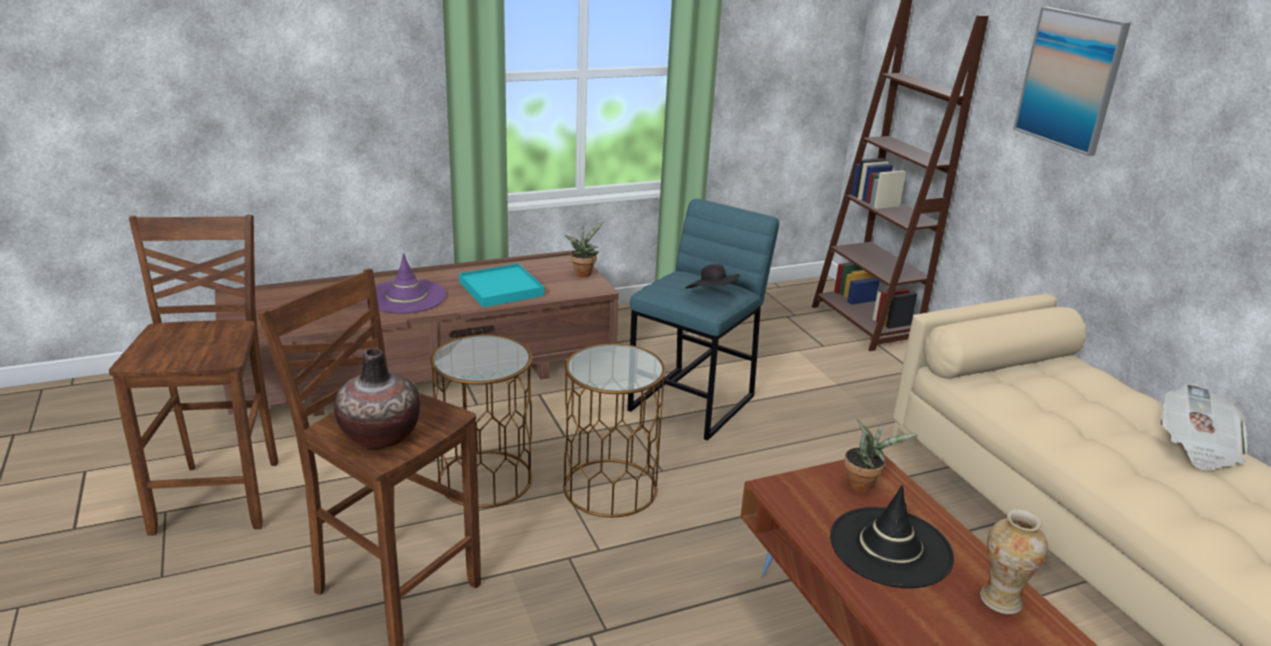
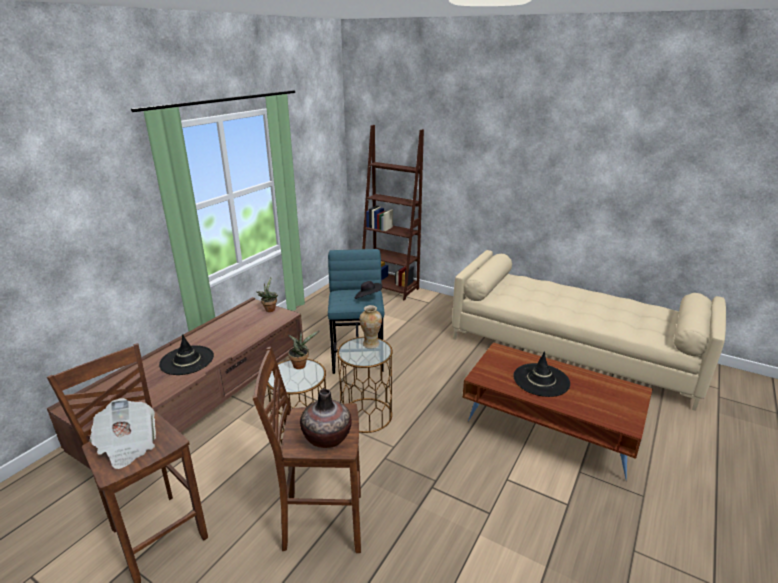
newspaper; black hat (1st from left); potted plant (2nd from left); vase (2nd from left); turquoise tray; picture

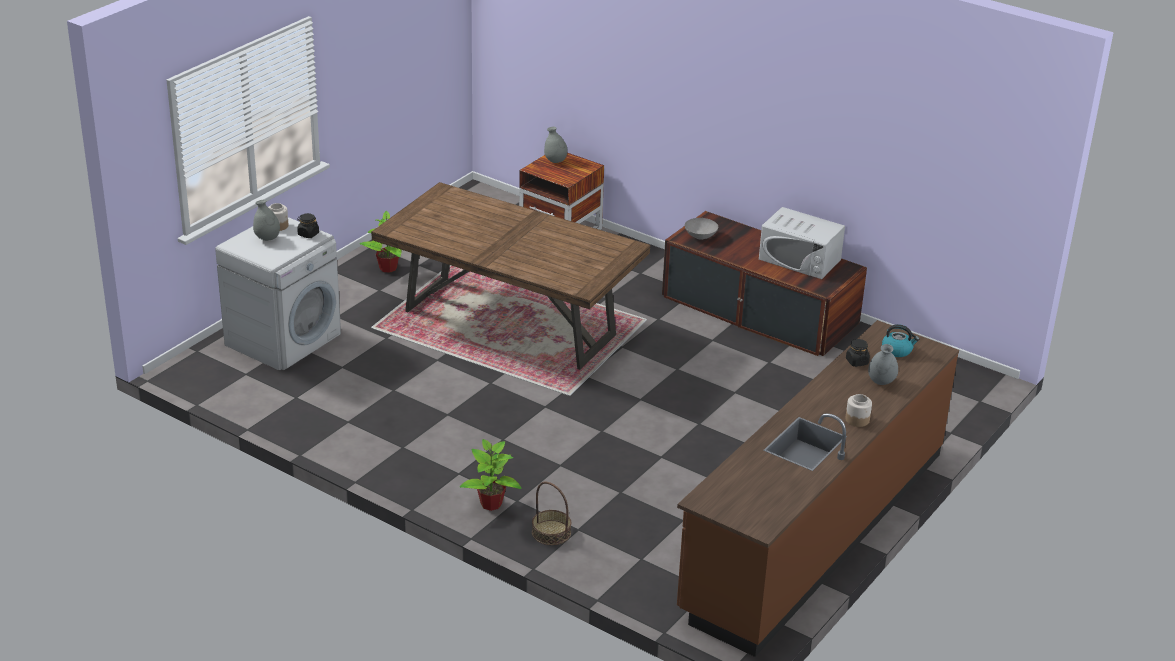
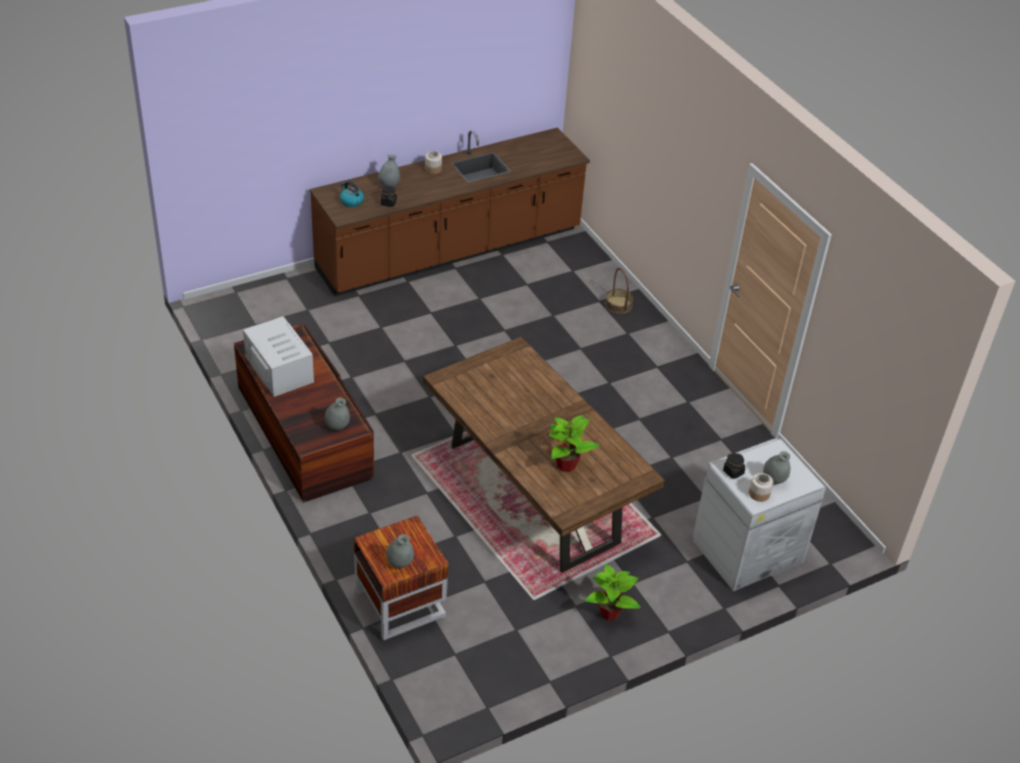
grey vase (1st from left); potted plant (1st from left)

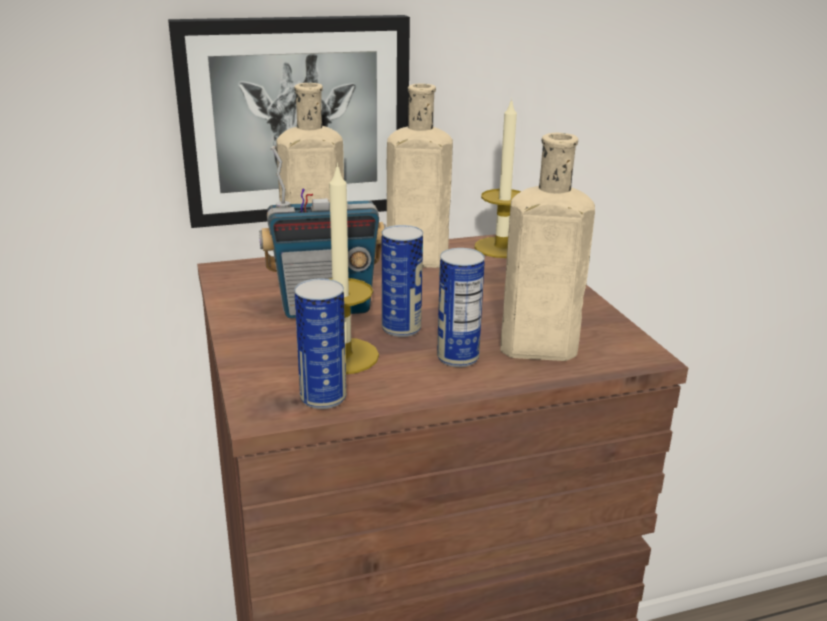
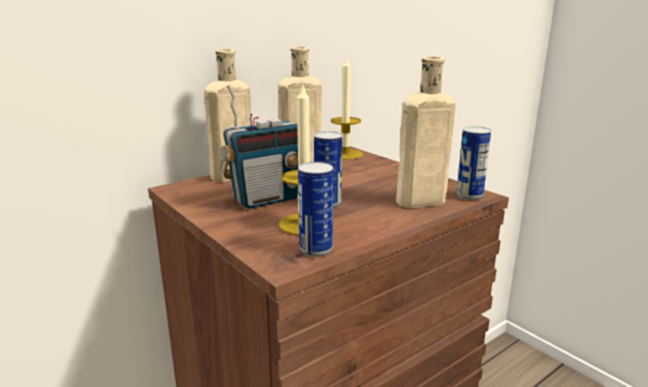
can (3rd from left); picture

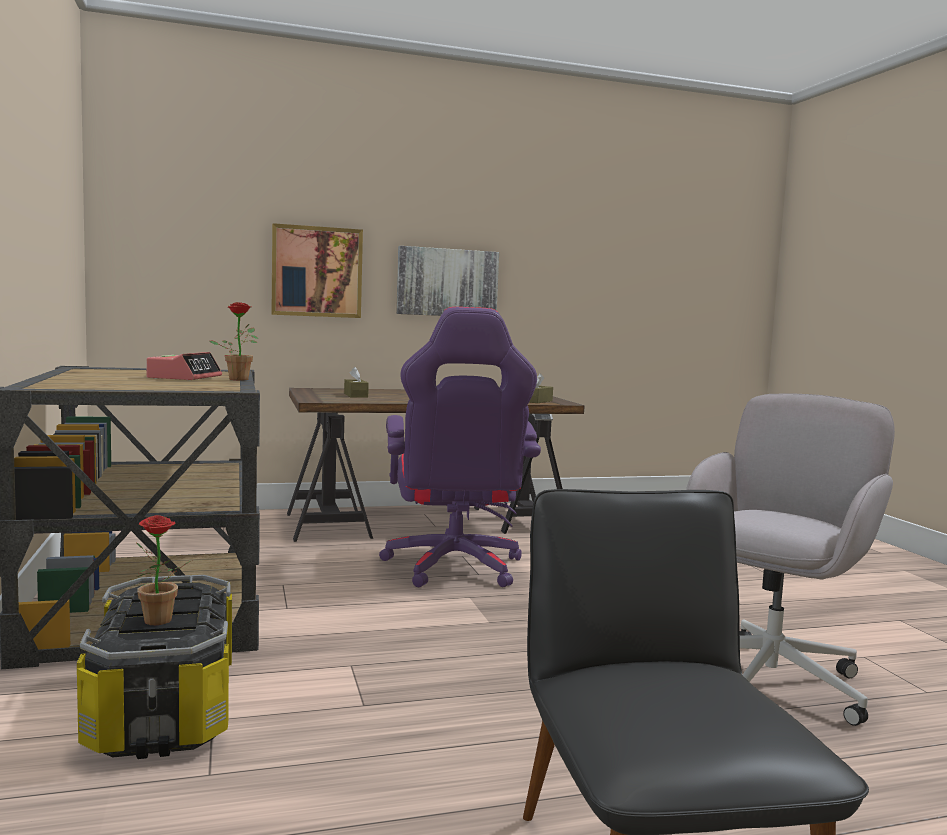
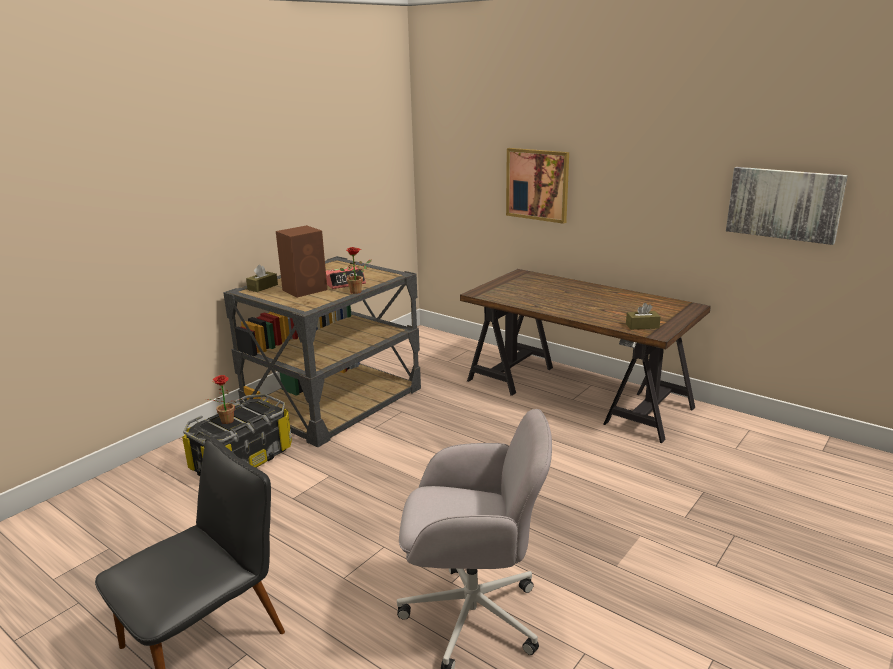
brown tissue box (1st from left); brown speaker; picture (2nd from left); purple office chair

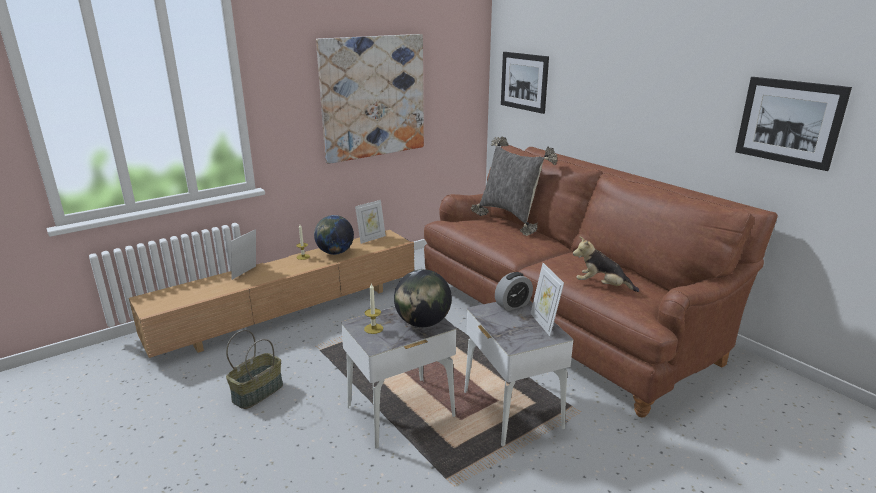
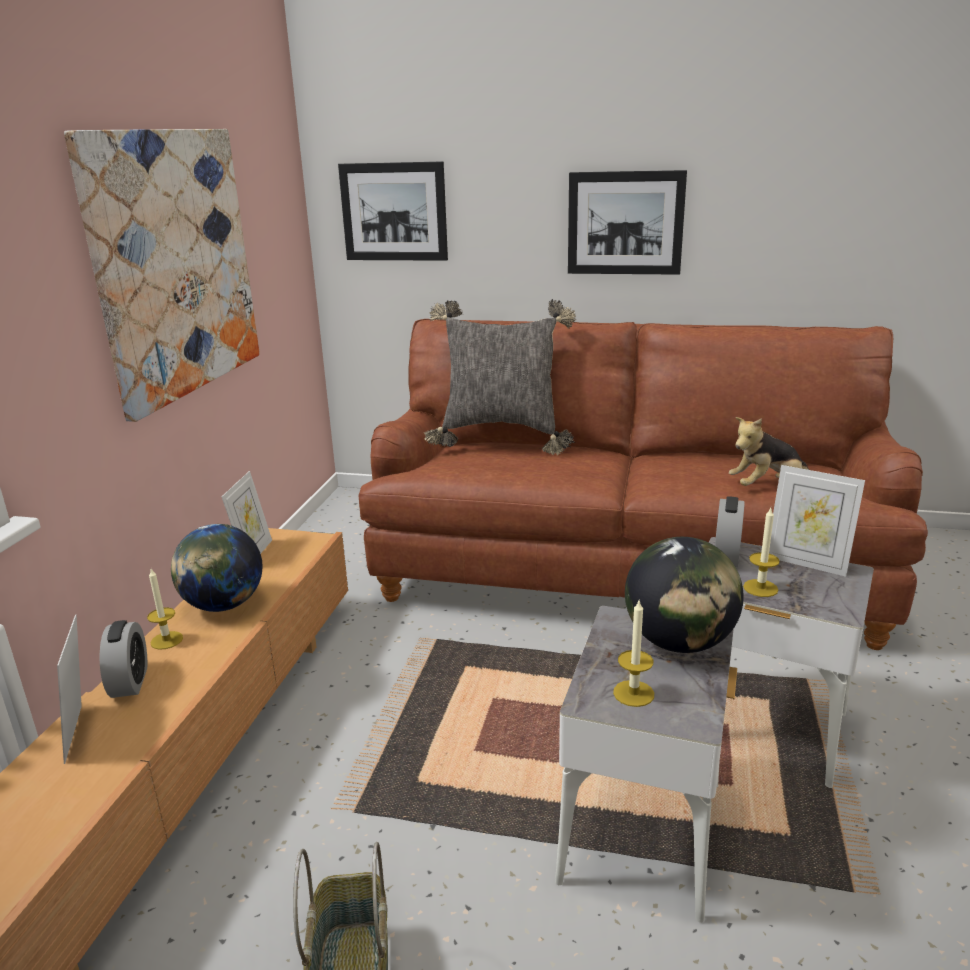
alarm clock (1st from left); picture (3rd from left); candle (3rd from left)

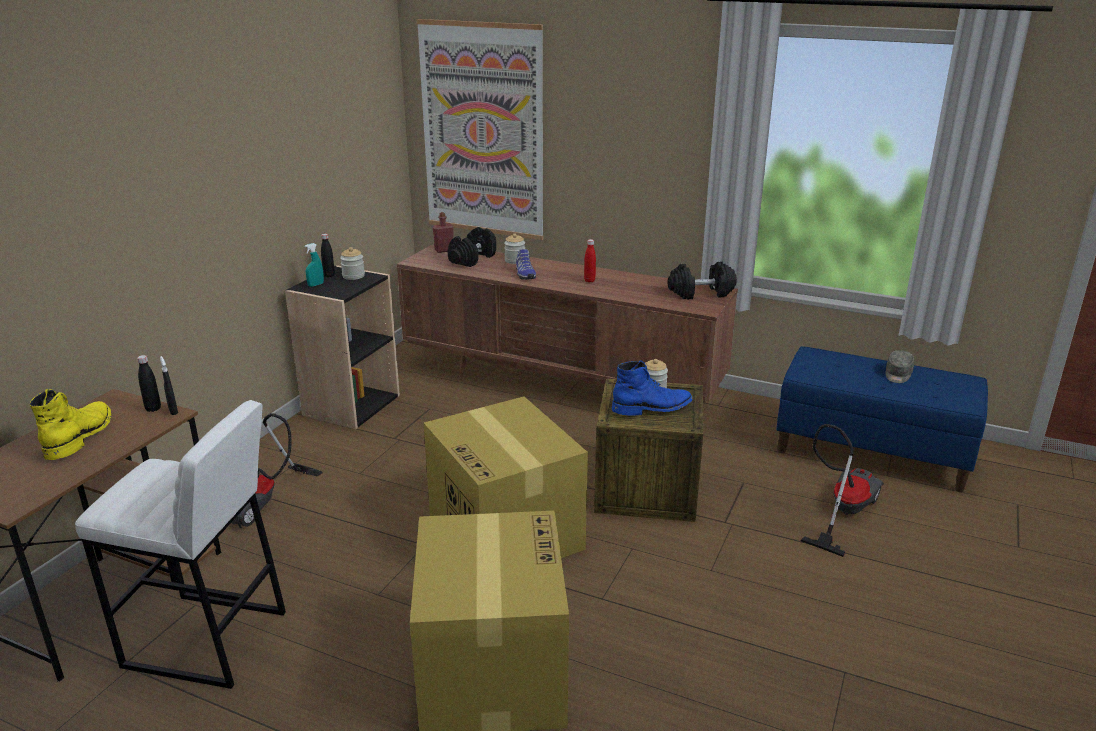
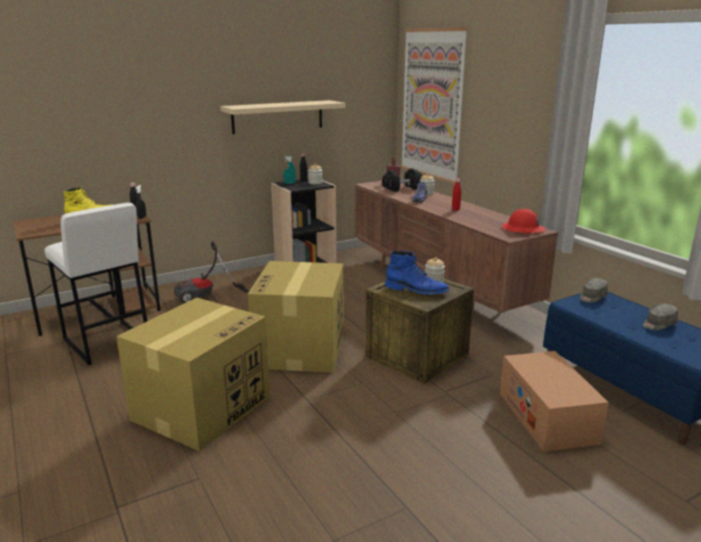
beige shelf; cardboard box (3rd from left); red hard hat; grey cap (1st from left)

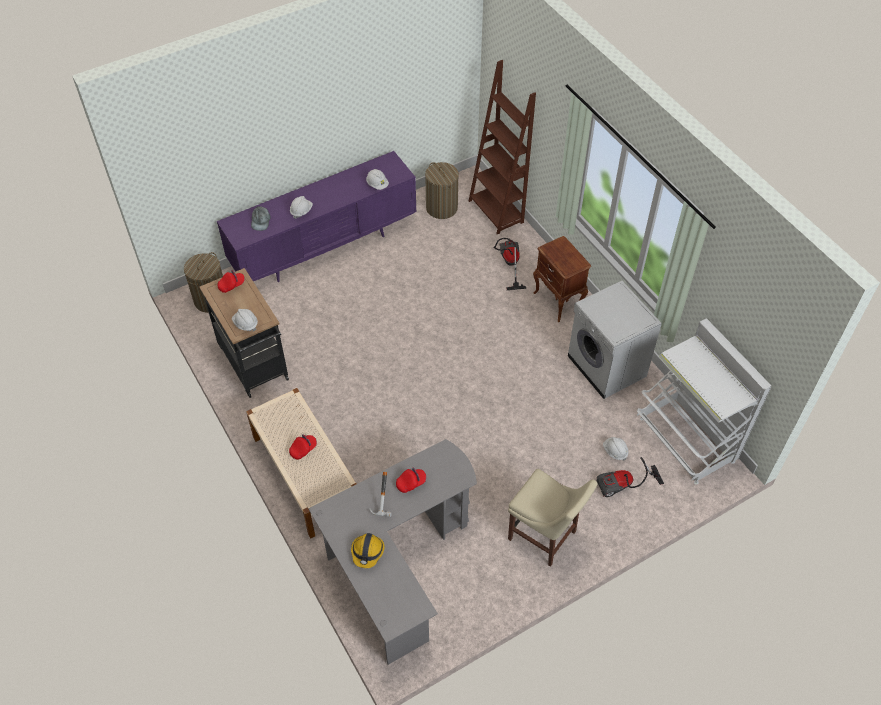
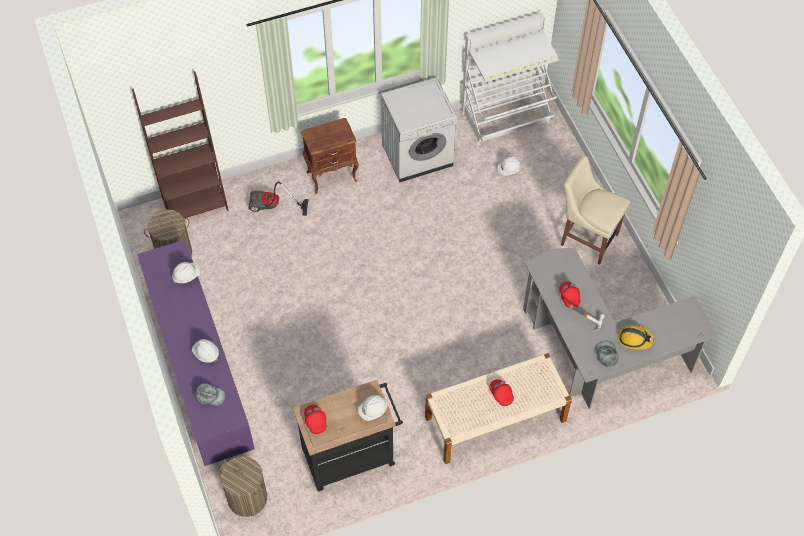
beige chair; grey cap (2nd from left); vacuum cleaner (2nd from left in the first image)

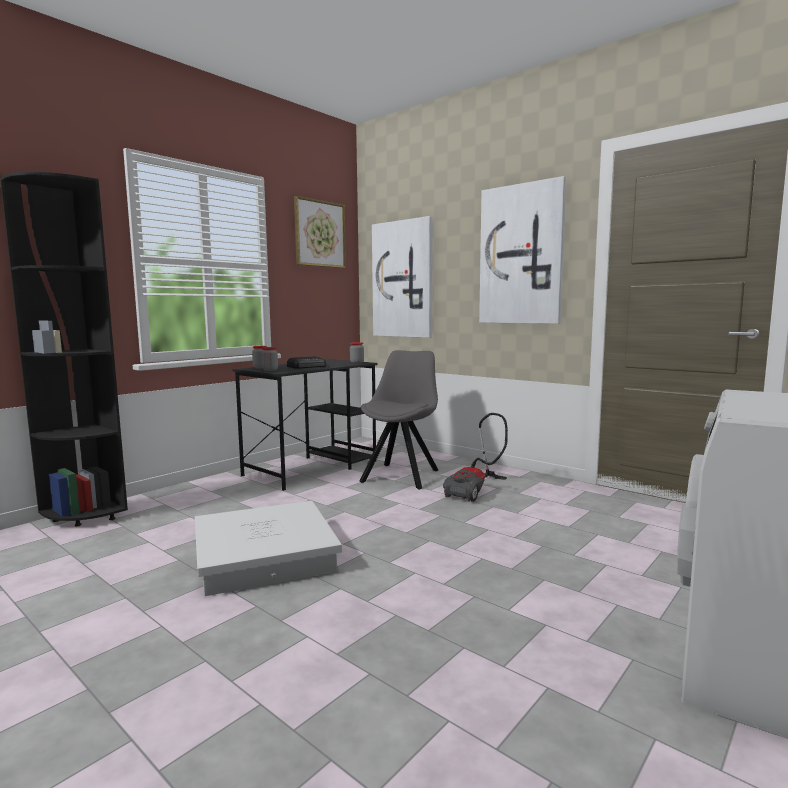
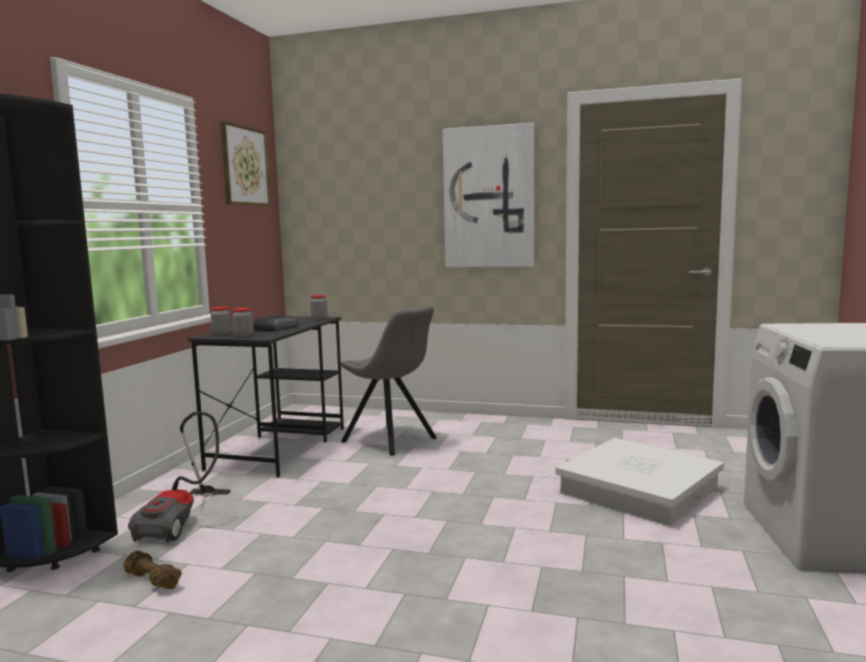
brown dumbbell; vacuum cleaner; grey chair; white storage box; picture (2nd from left in the first image)

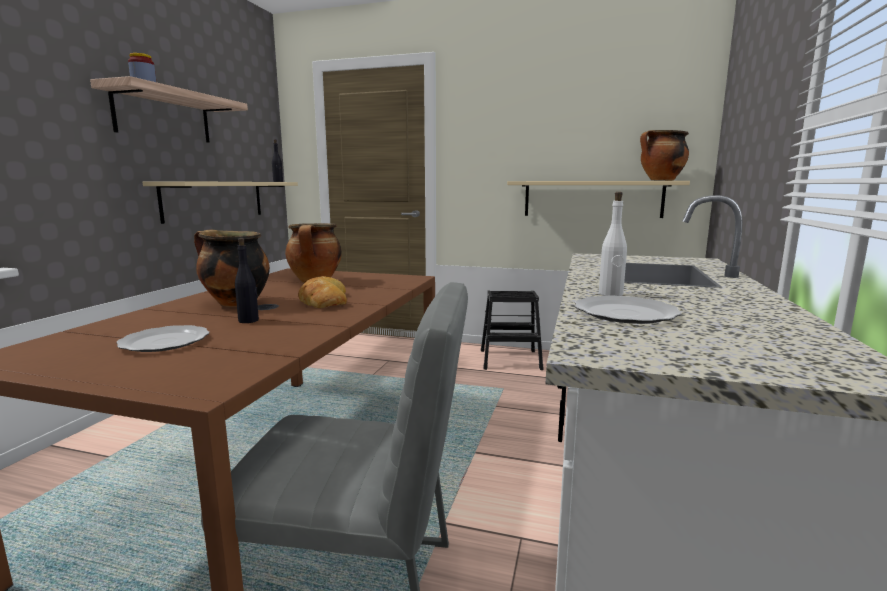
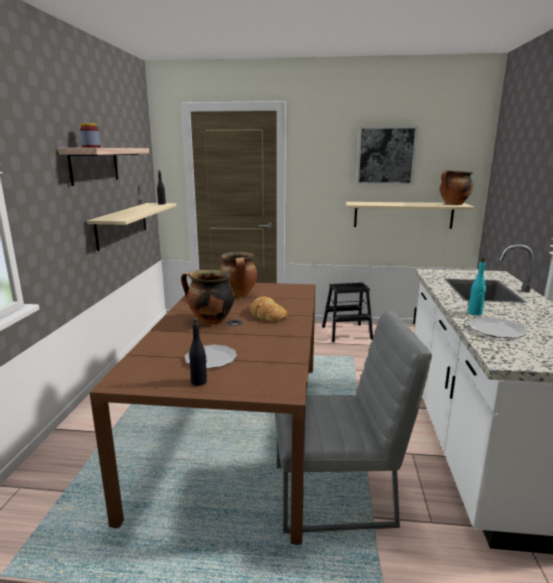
black bottle (2nd from left); picture; turquoise bottle

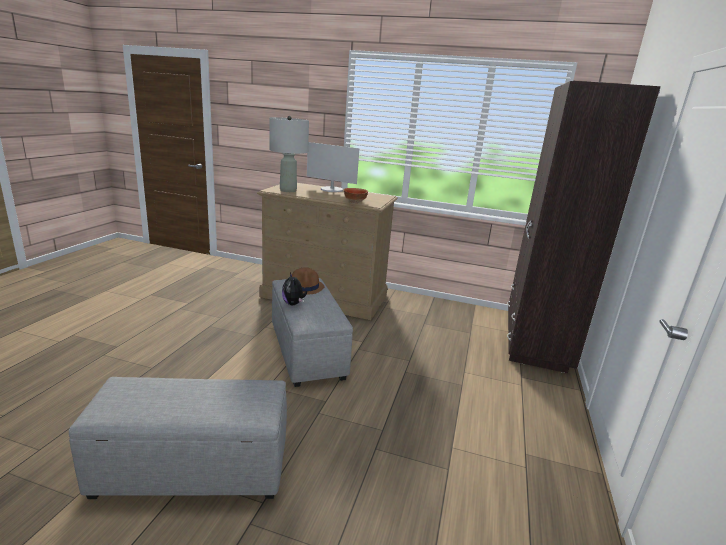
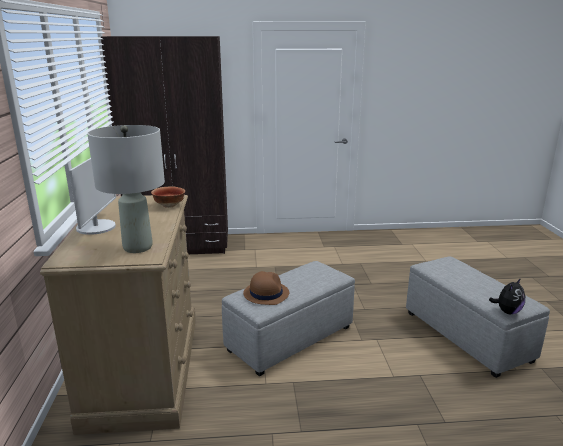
plush toy

